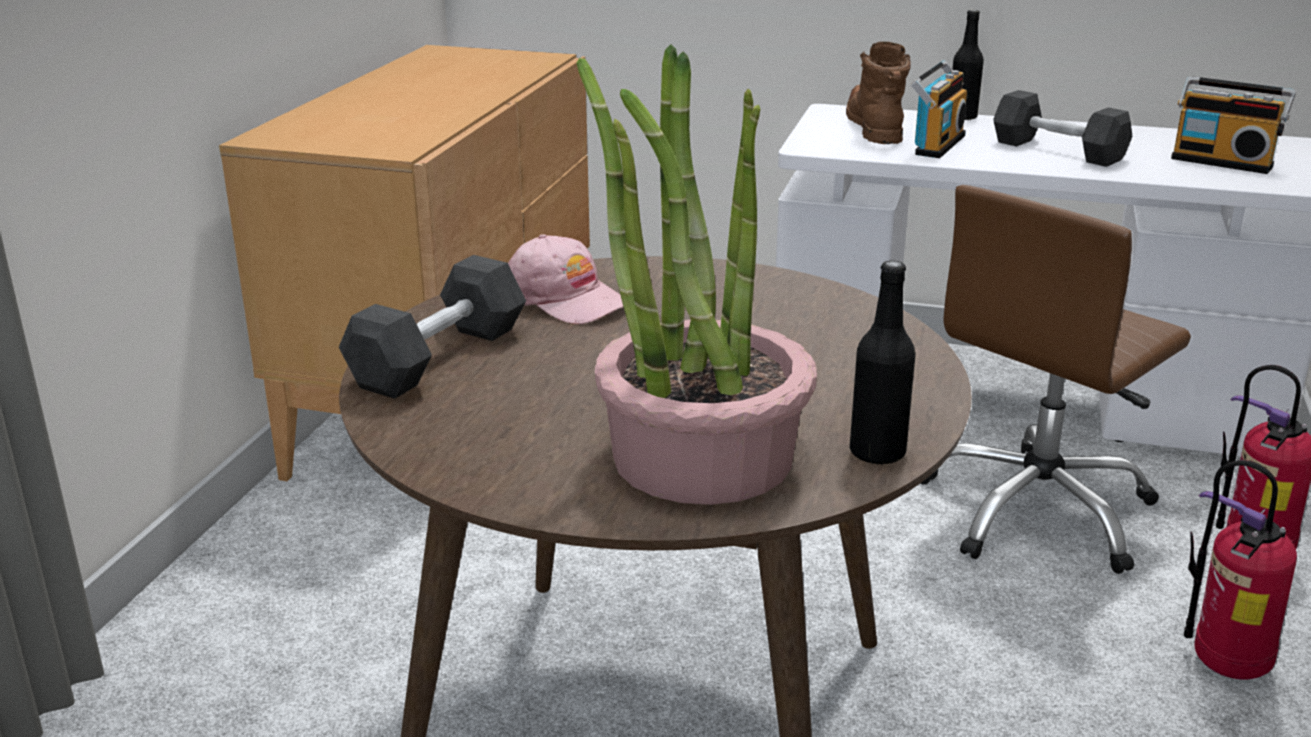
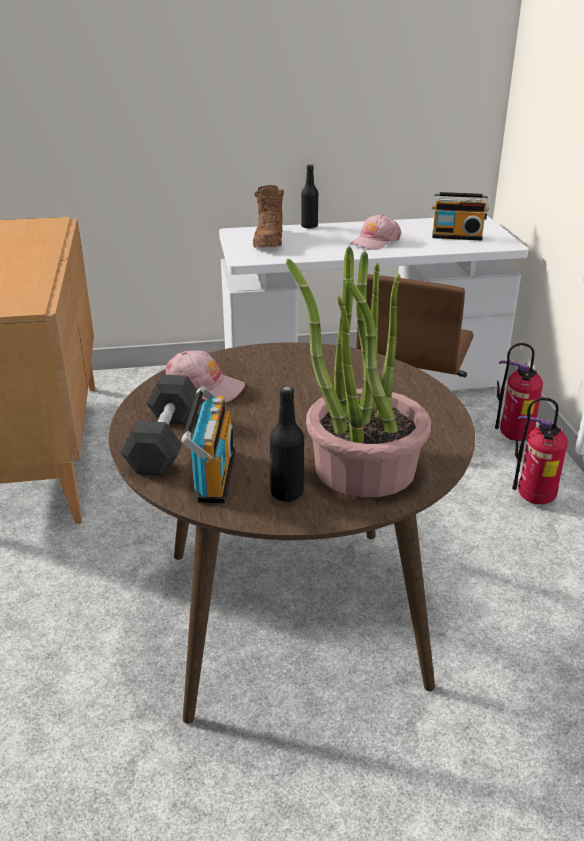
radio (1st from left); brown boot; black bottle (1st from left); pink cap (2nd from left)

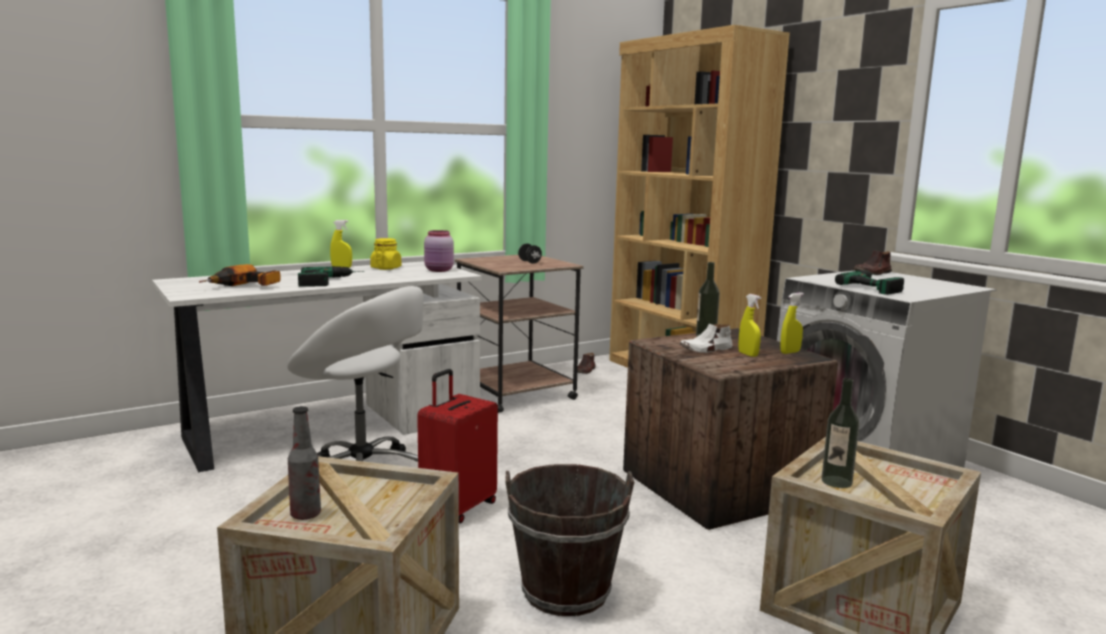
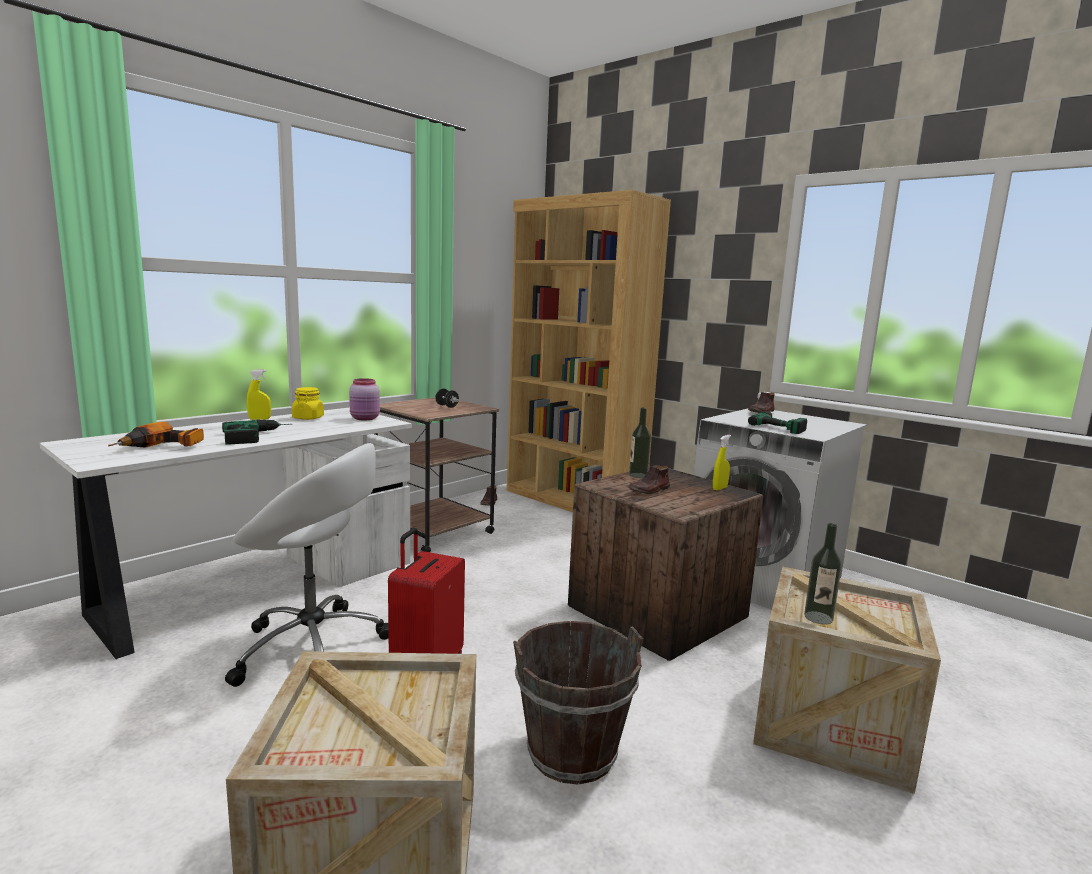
brown shoe (2nd from left); bottle (1st from left in the first image); yellow spray bottle (2nd from left in the first image)

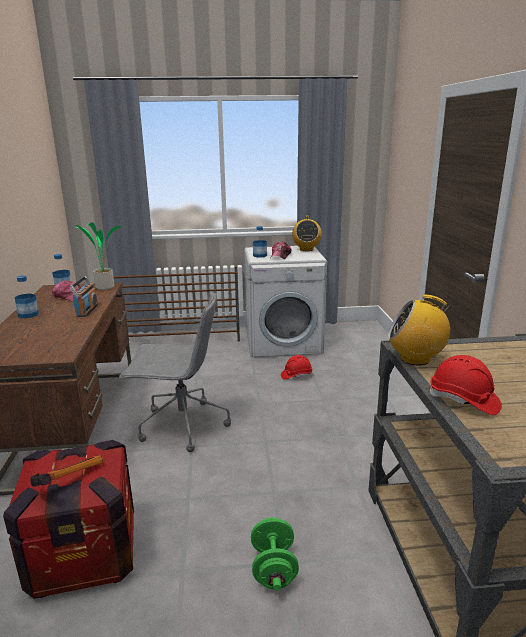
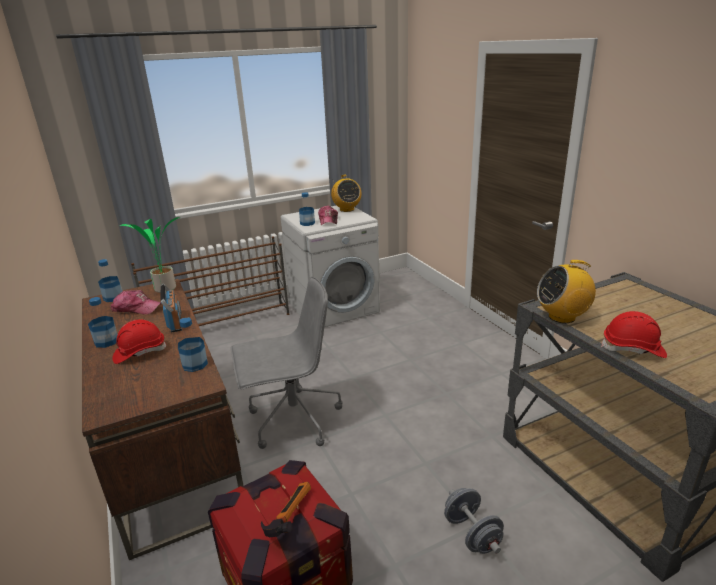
red hard hat (1st from left); bottle (3rd from left); grey dumbbell

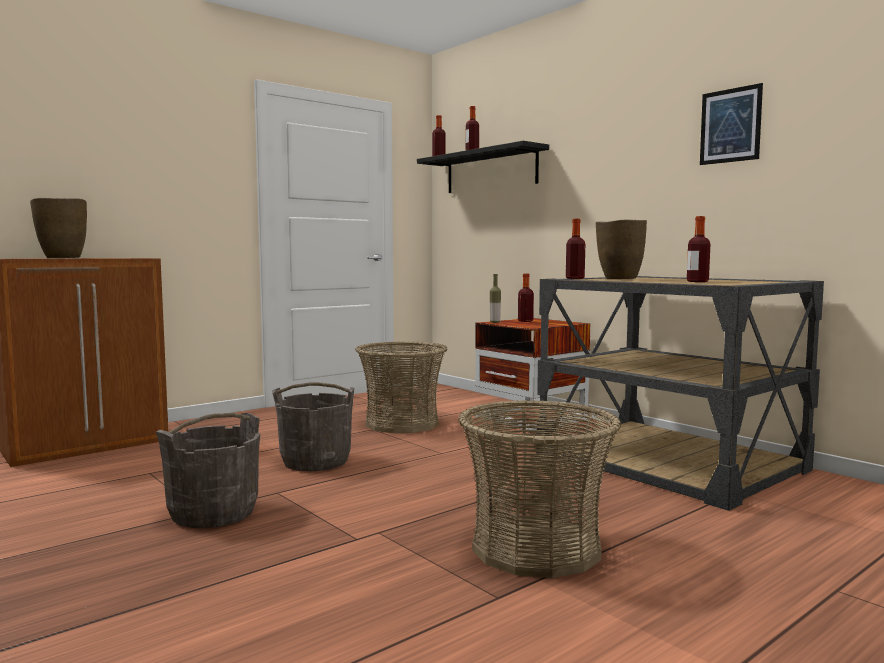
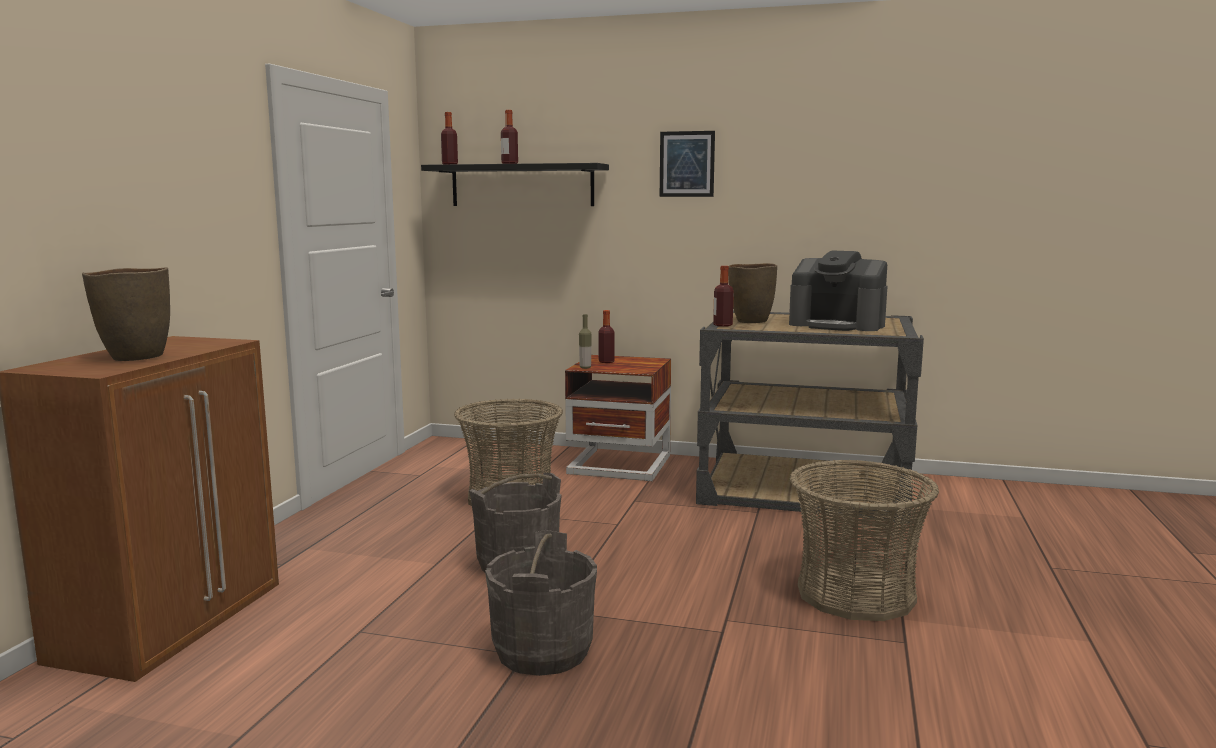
picture; coffee machine

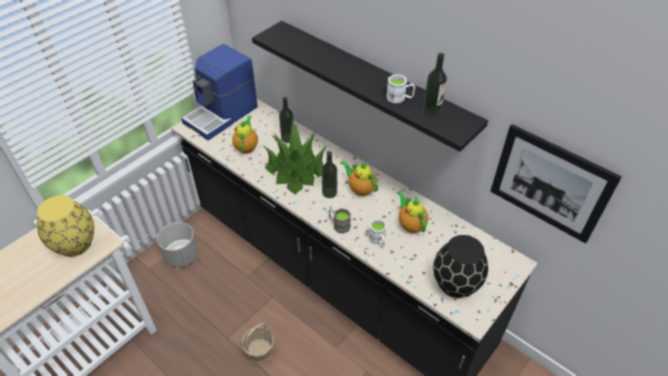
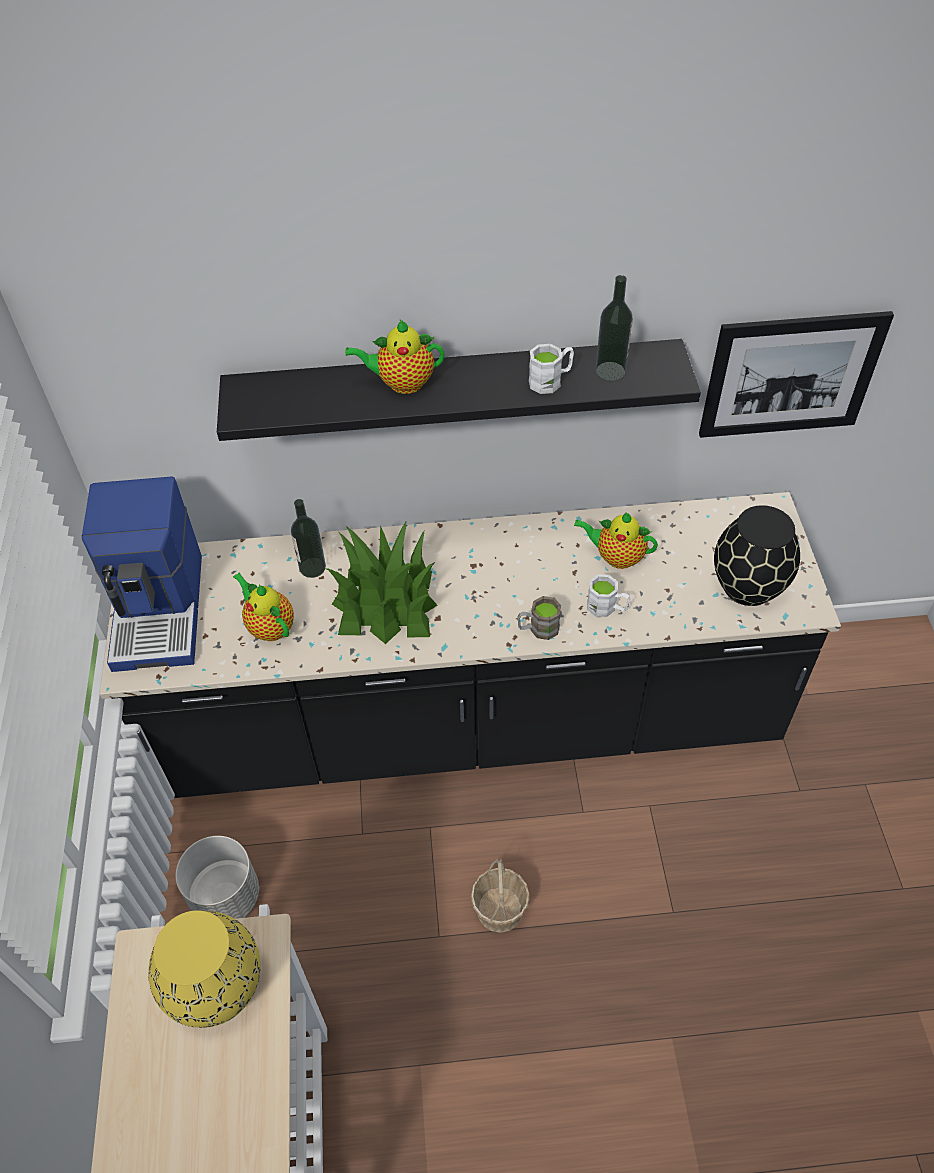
teapot (2nd from left); bottle (2nd from left in the first image)

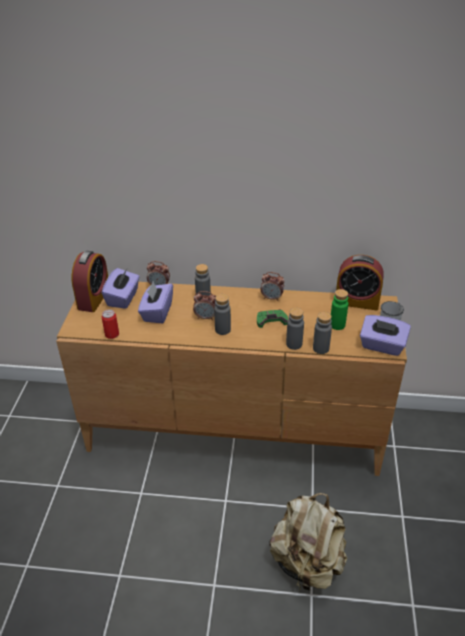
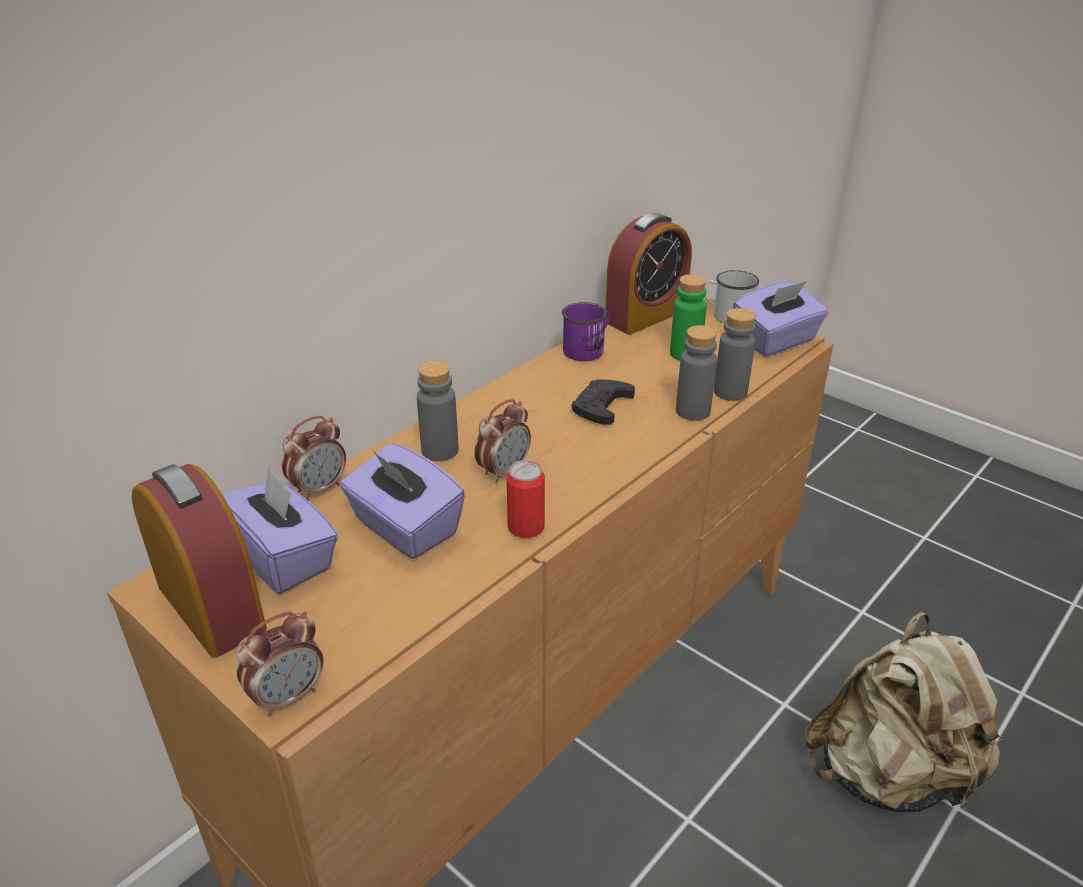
alarm clock (2nd from left); can; purple mug; black game controller; grey bottle (2nd from left in the first image)

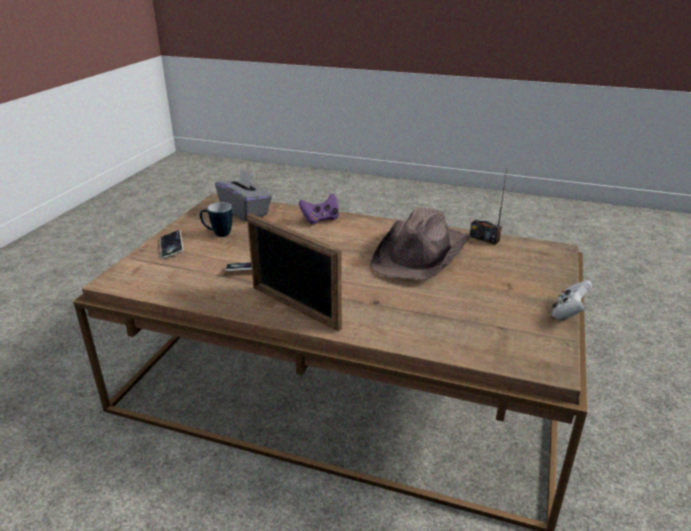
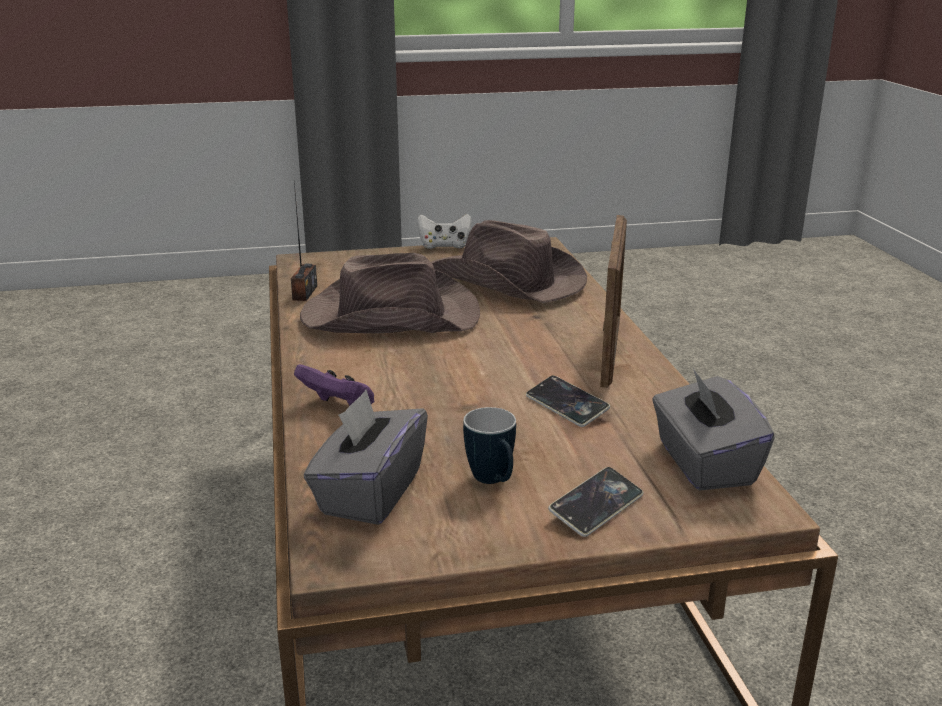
brown hat (2nd from left); grey tissue box (2nd from left)

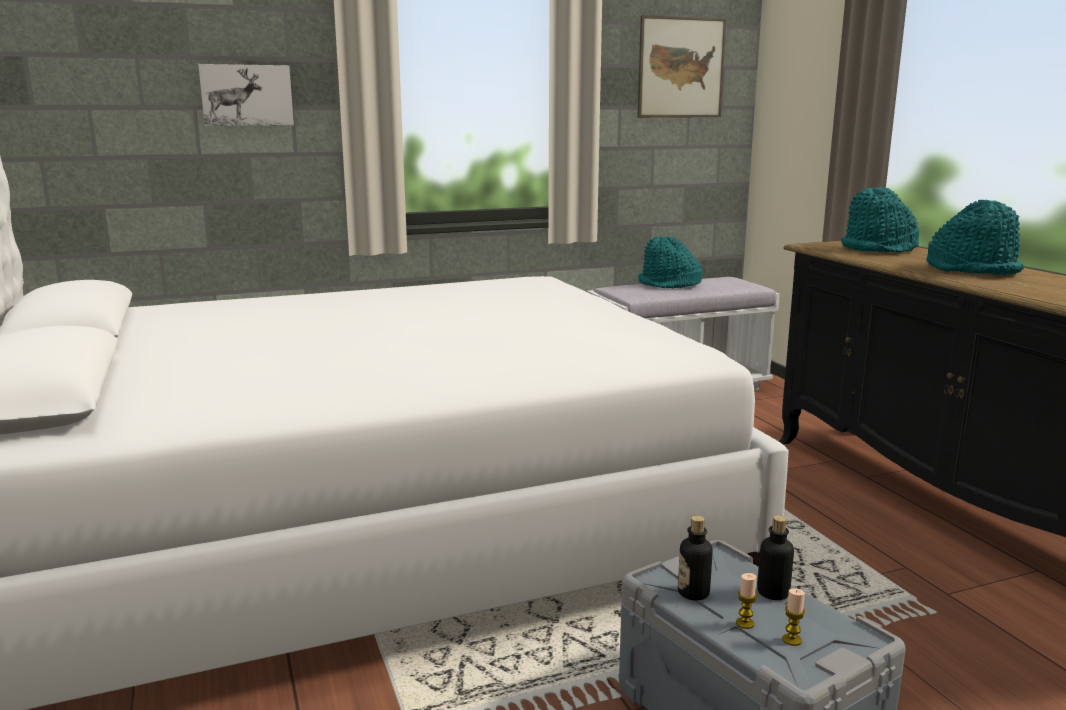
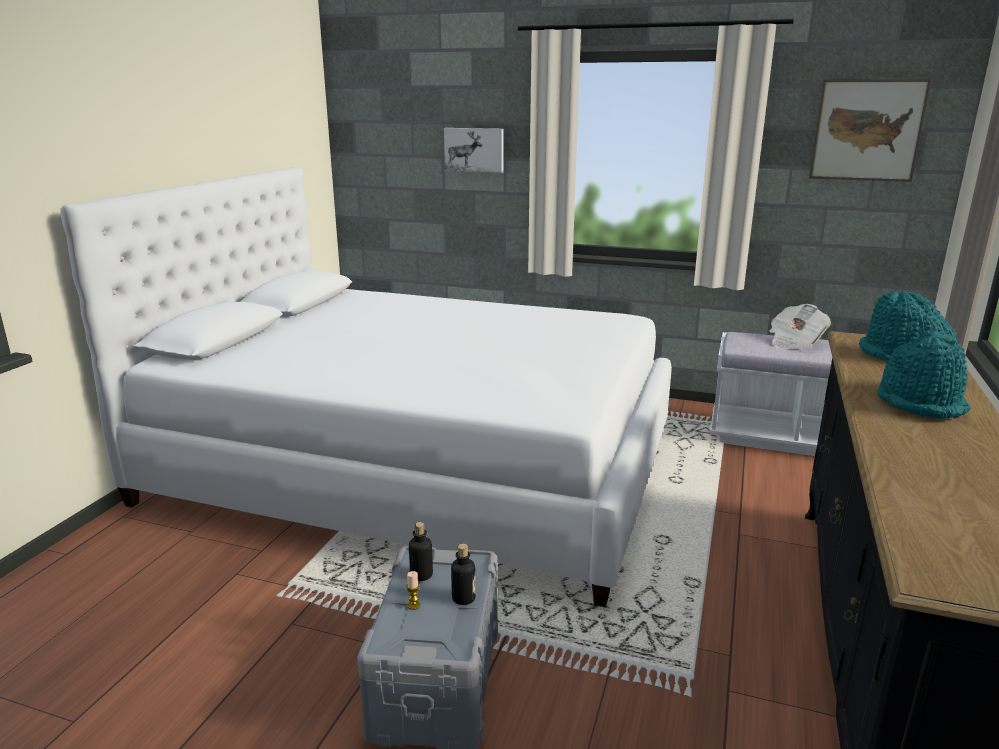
newspaper; candle (2nd from left in the first image)

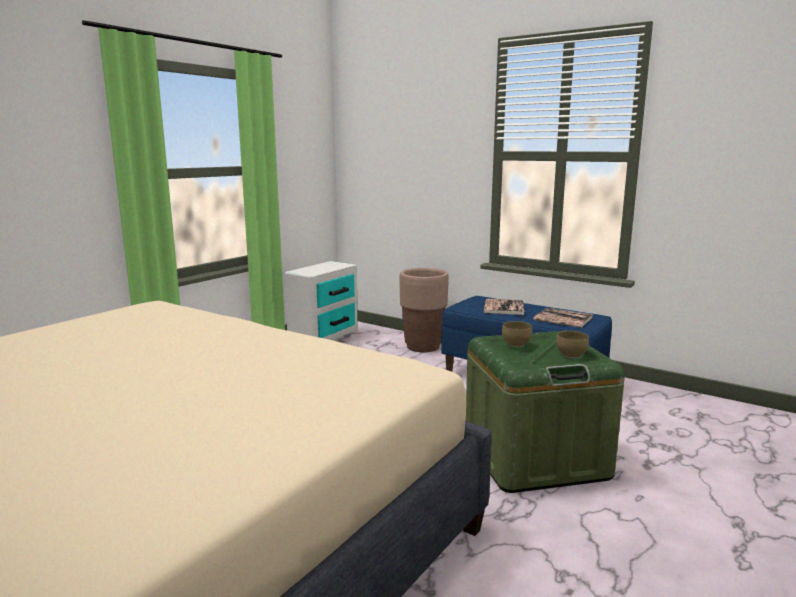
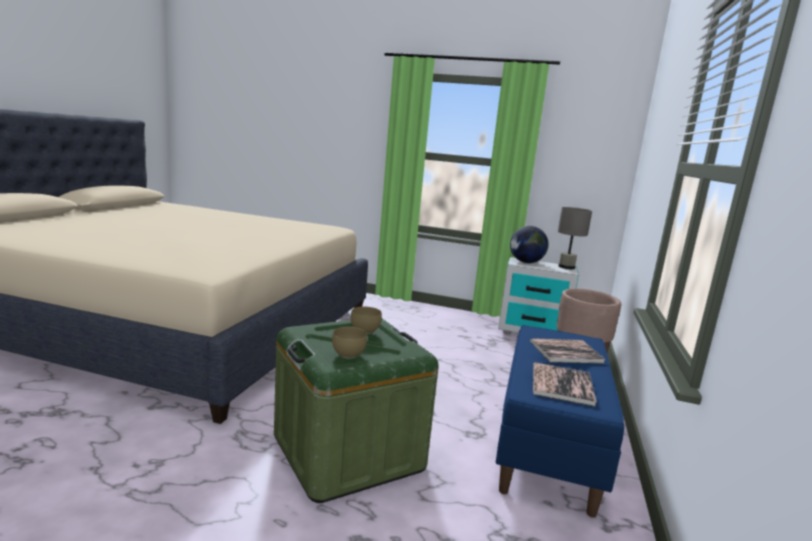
globe; grey table lamp

